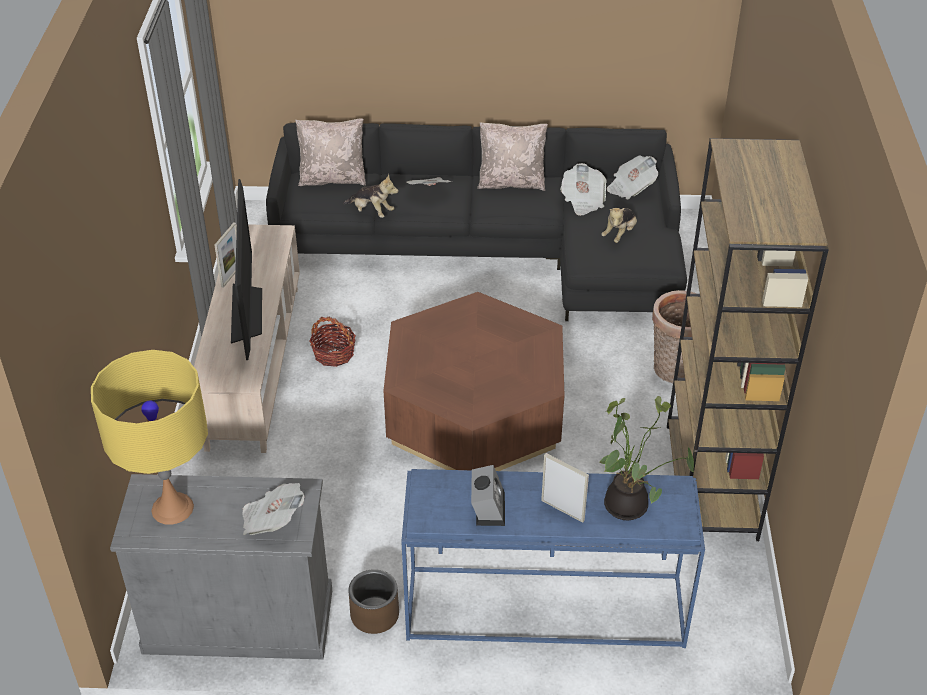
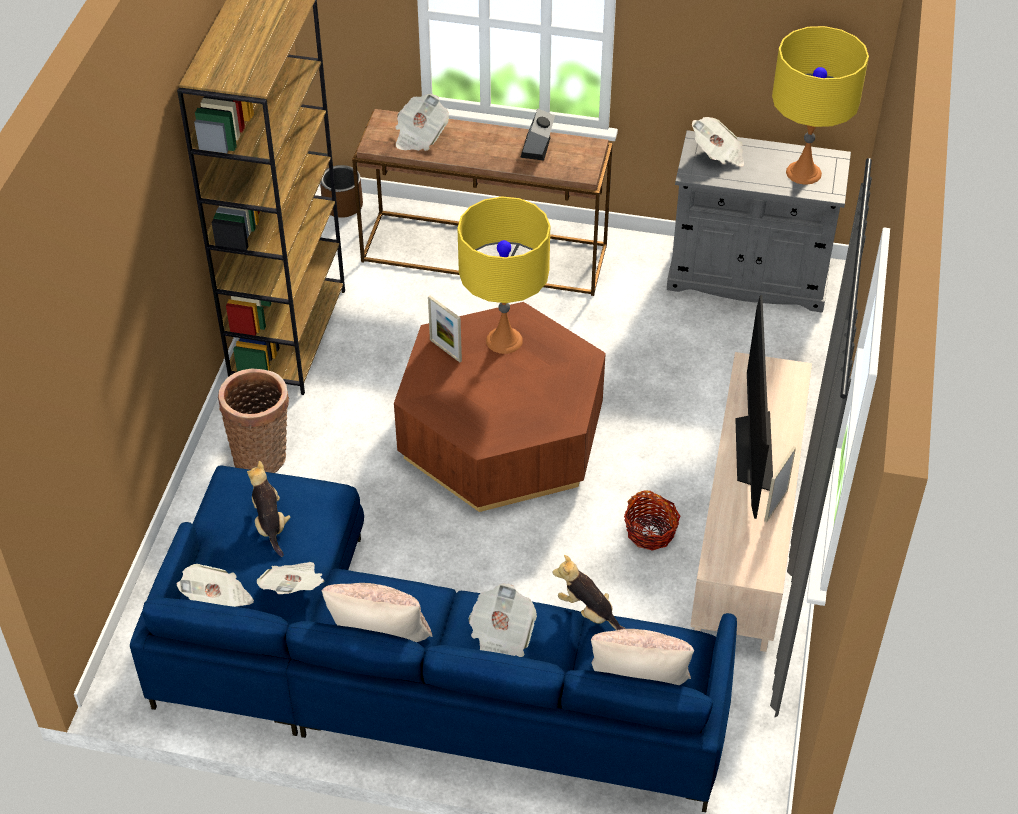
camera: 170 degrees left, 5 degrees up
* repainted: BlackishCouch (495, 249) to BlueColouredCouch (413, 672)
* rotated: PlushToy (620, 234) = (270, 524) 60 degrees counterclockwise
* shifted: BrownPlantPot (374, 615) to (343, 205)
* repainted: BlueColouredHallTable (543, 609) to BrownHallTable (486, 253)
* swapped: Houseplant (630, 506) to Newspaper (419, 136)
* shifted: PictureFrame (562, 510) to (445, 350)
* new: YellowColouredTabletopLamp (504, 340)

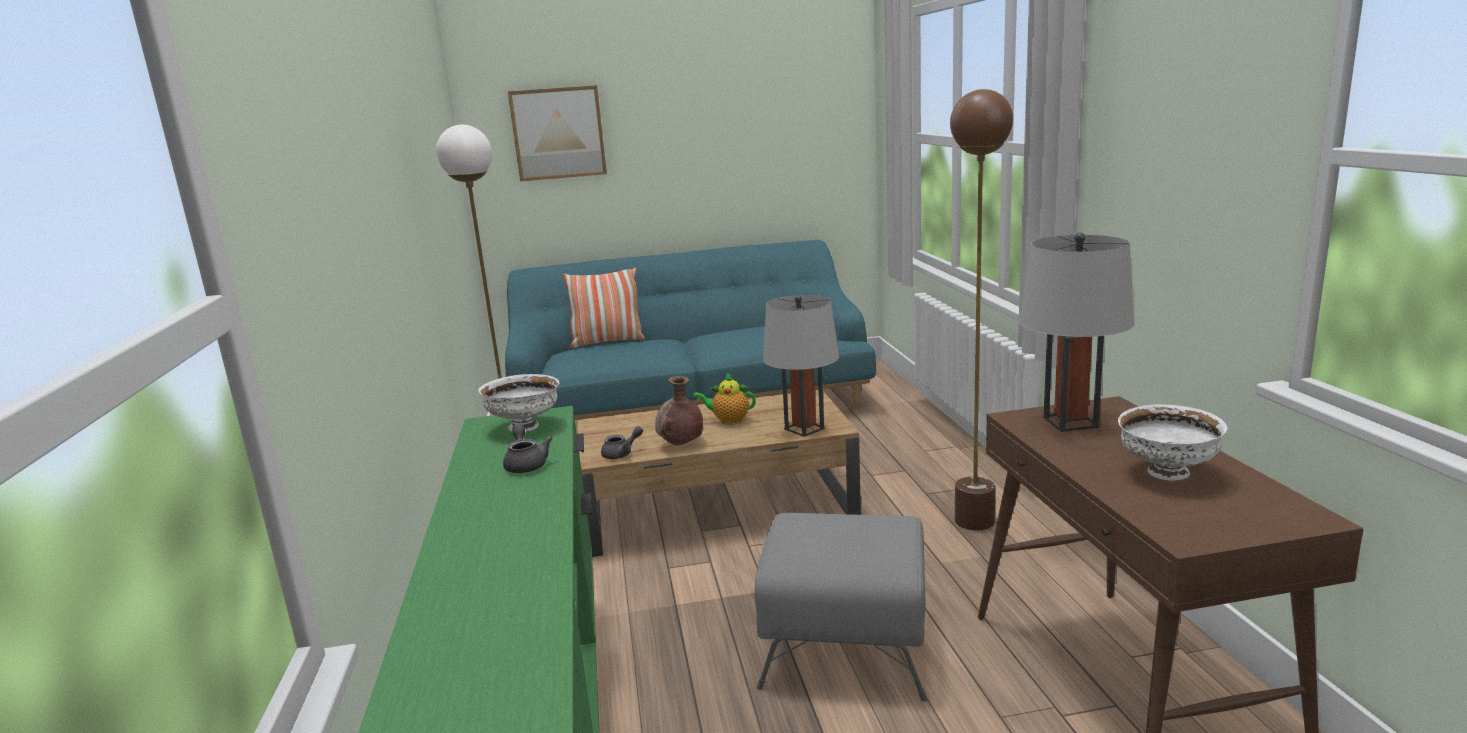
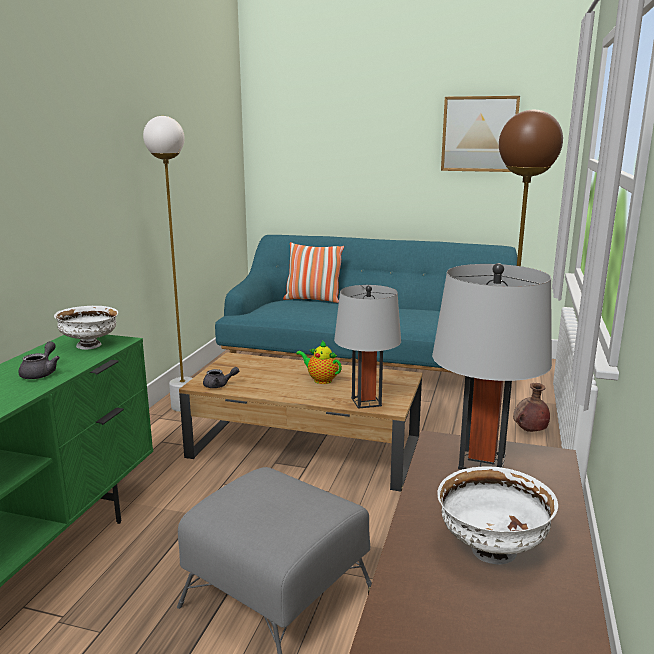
camera: 25 degrees right, 0 degrees up
* shifted: WallPicture (558, 133) to (479, 134)
* shifted: BrownVase (680, 445) to (529, 431)

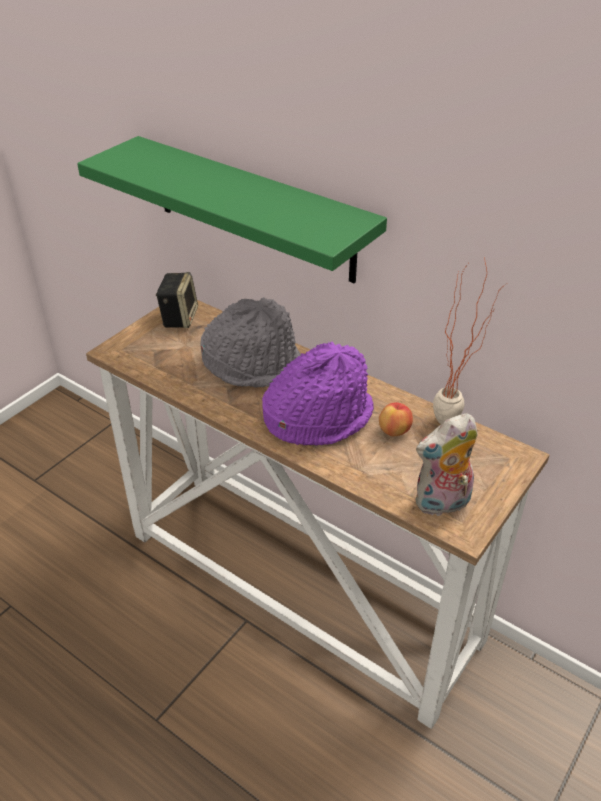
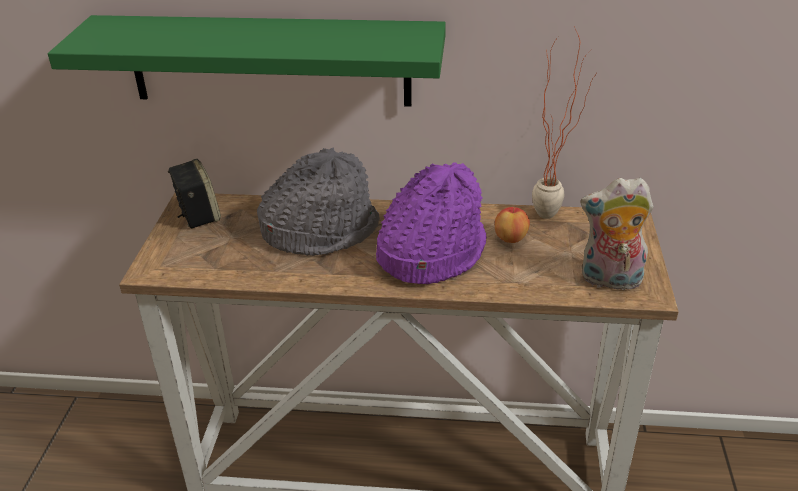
camera: 30 degrees left, 5 degrees down
* rotated: PlushToy (442, 504) = (609, 280) 60 degrees clockwise

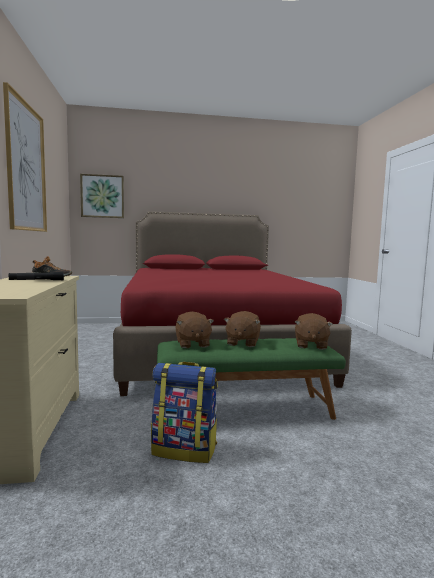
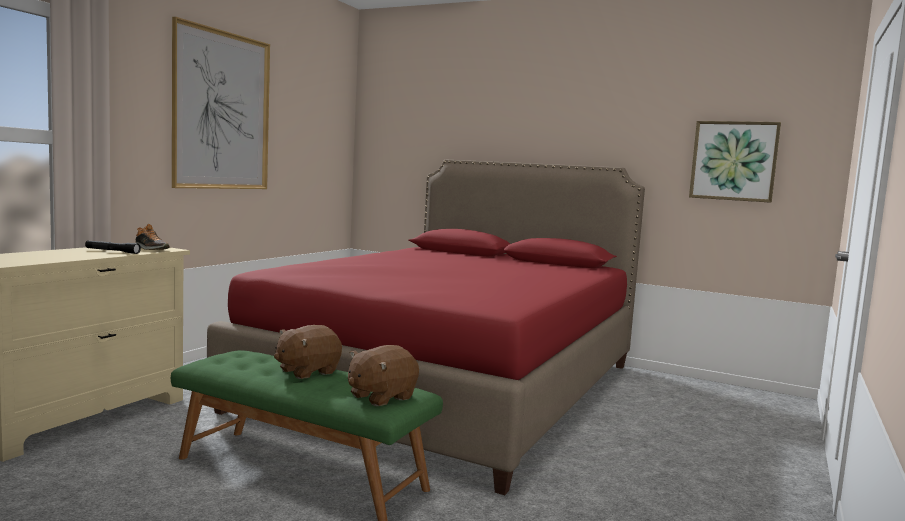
camera: 35 degrees right, 0 degrees up
* shifted: WallPicture (102, 196) to (733, 161)
* gone: Backpack (185, 449)
* gone: BrownPlushToy (192, 344)

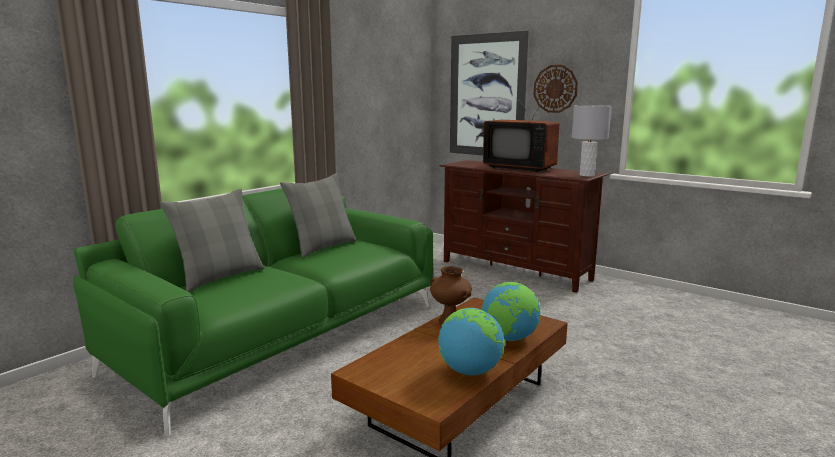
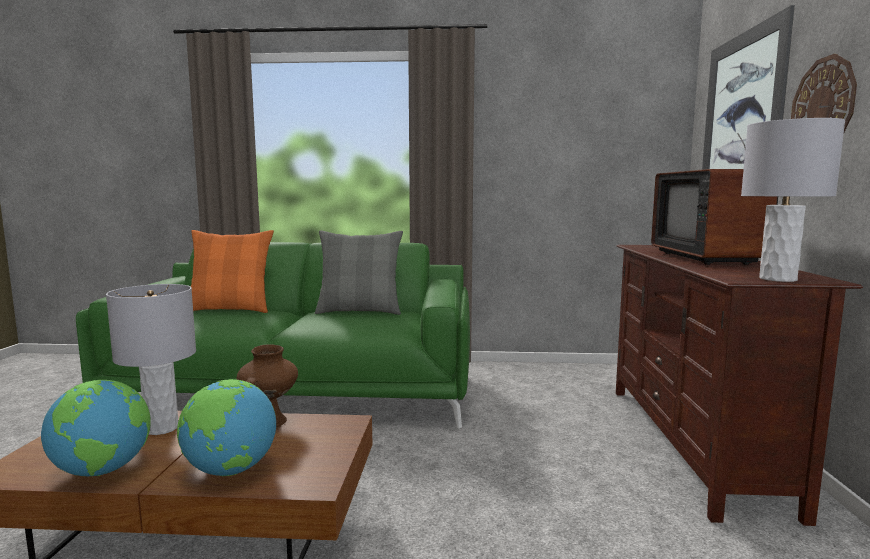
camera: 55 degrees right, 5 degrees down
* new: GreyTabletopLamp (161, 428)
* repainted: GreyPillow (220, 277) to OrangeColouredPillow (230, 309)

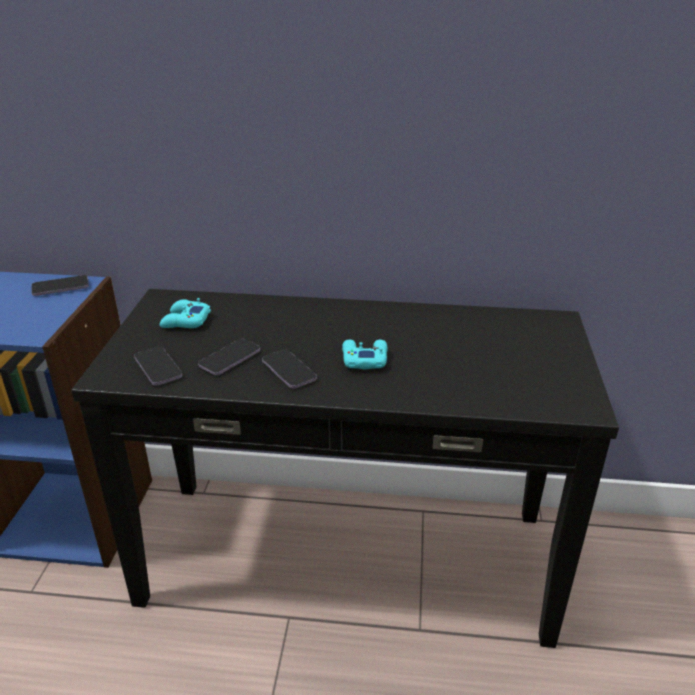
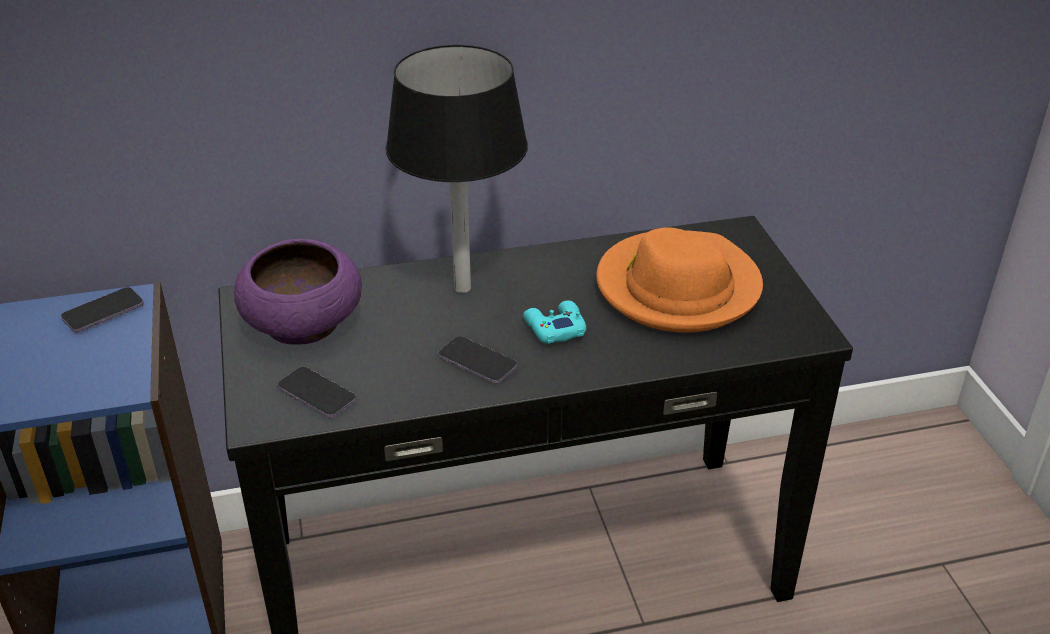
camera: 20 degrees left, 5 degrees up
* swapped: TurquoiseColouredGamepad (185, 321) to PurplishDeepDish (304, 324)
* new: BlackishTabletopLamp (463, 288)
* new: OrangeColouredClothingHat (677, 287)
* gone: Handset (230, 359)

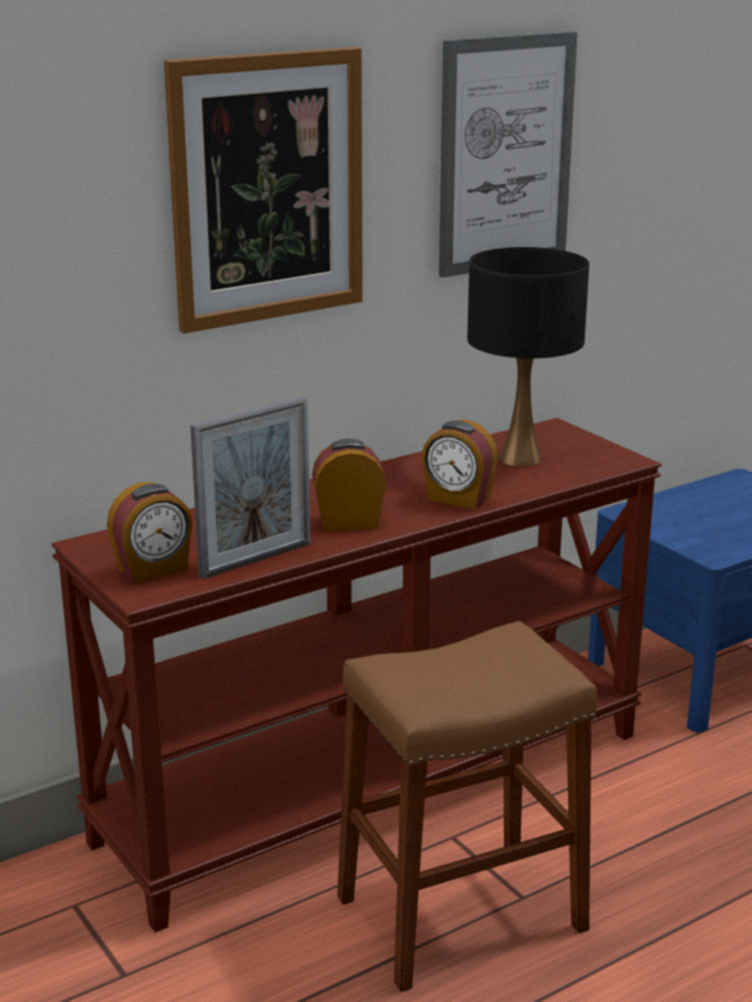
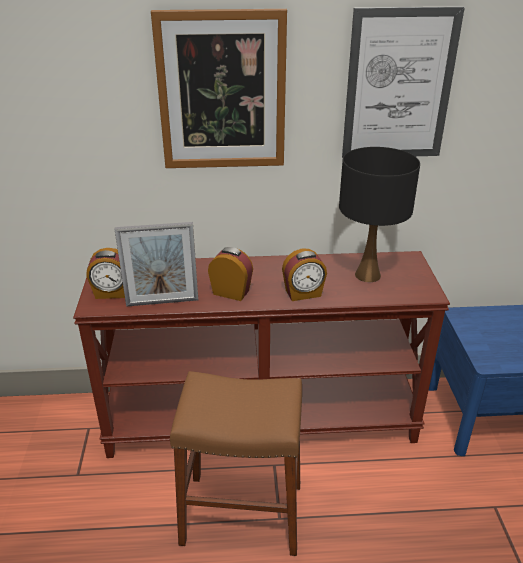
camera: 30 degrees right, 10 degrees up
* rotated: TableClock (458, 499) = (303, 294) 75 degrees counterclockwise

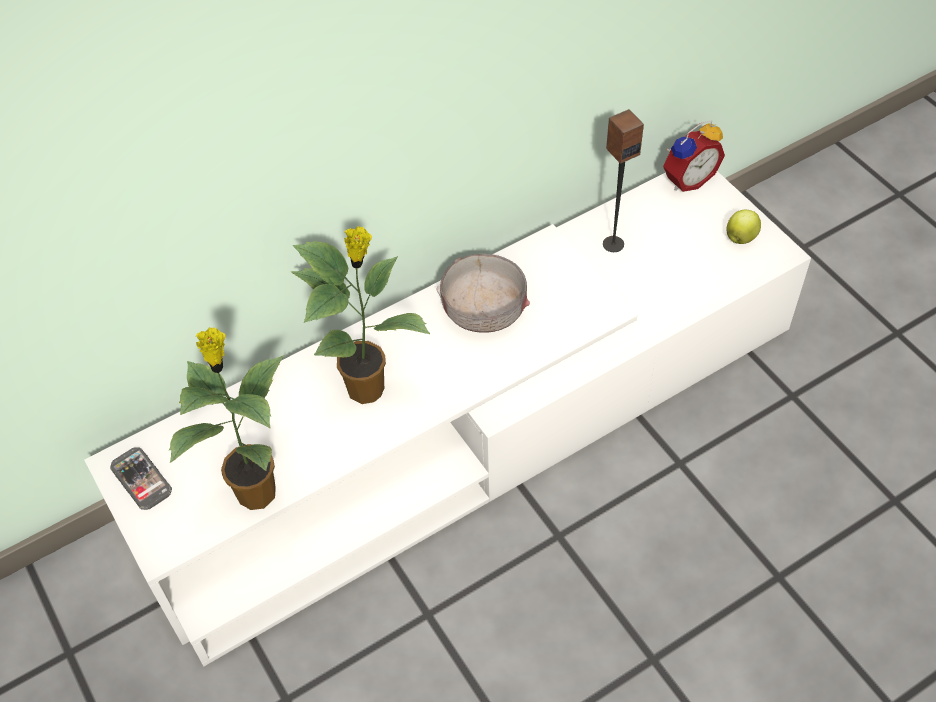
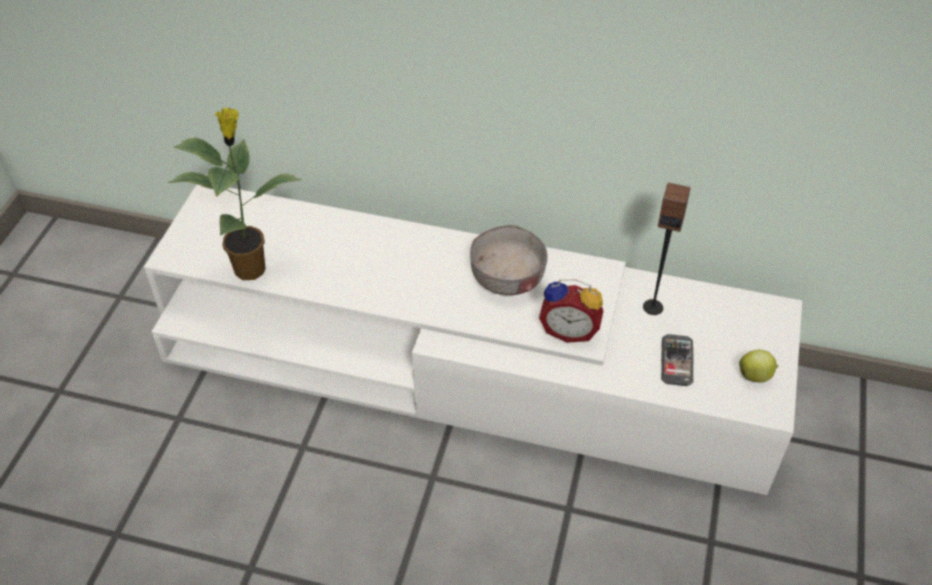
camera: 45 degrees right, 5 degrees down
* shifted: TableClock (687, 179) to (569, 330)
* shifted: Handset (141, 479) to (676, 361)
* gone: Houseplant (368, 388)

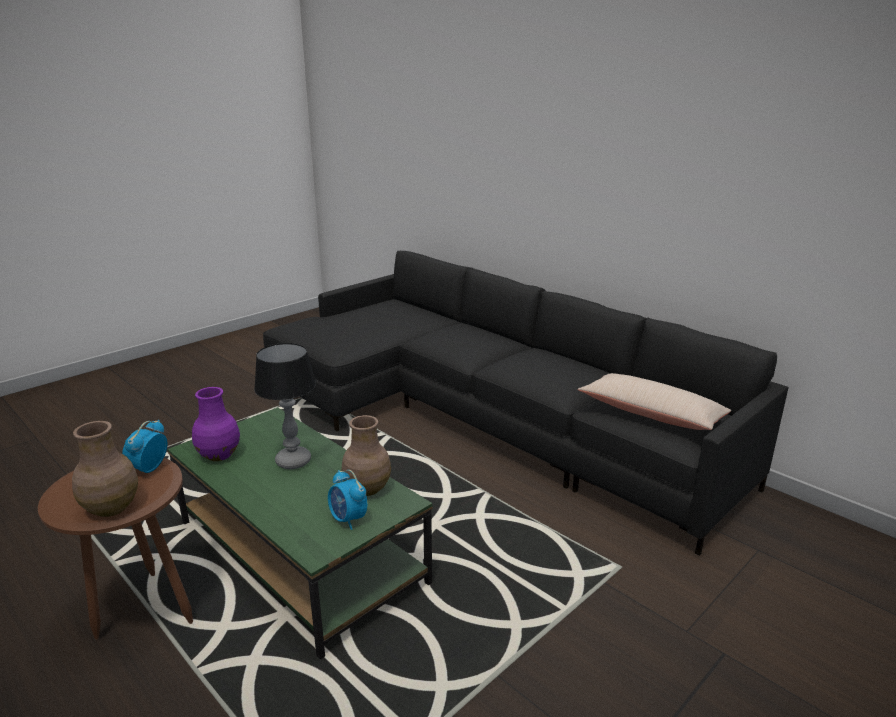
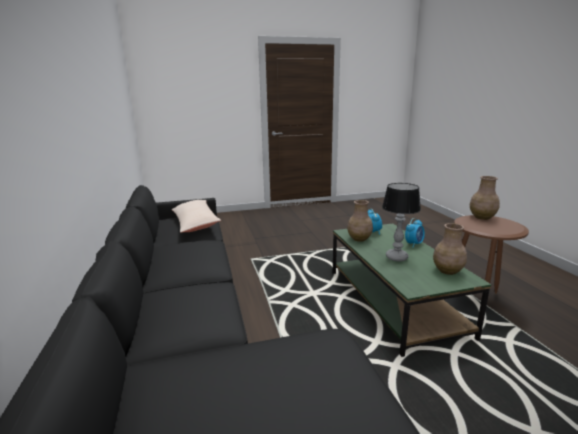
camera: 150 degrees left, 5 degrees down
* shifted: TableClock (148, 469) to (414, 244)
* repainted: PurplishVase (218, 455) to BrownVase (448, 271)

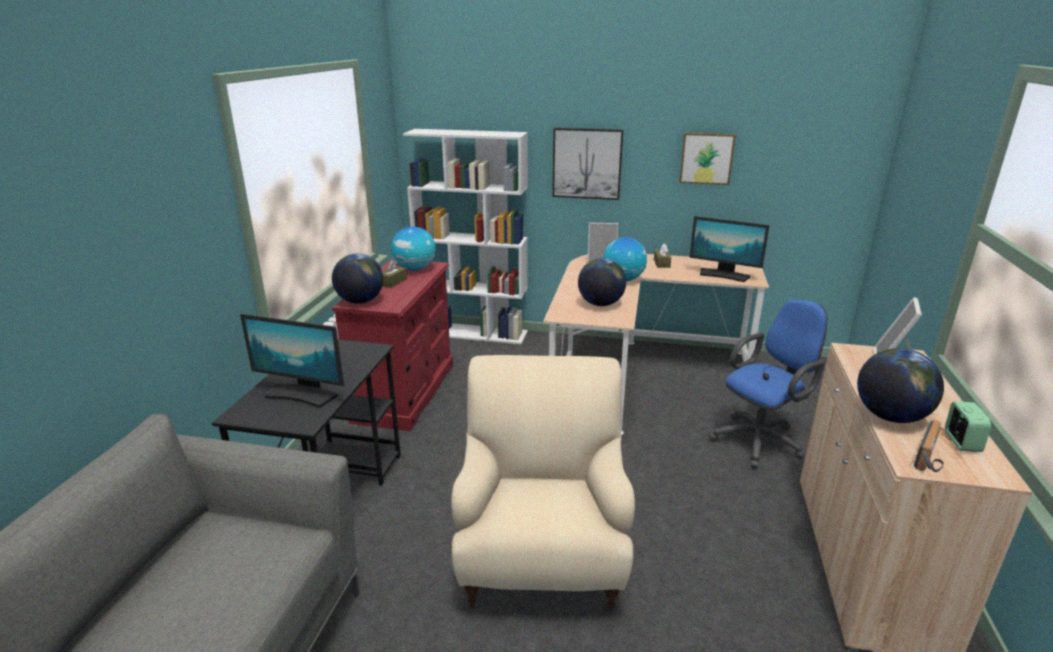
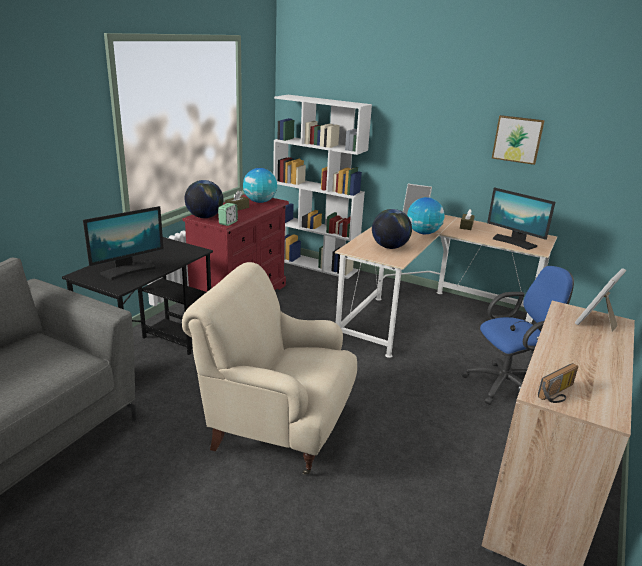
camera: 15 degrees right, 0 degrees up
* rotated: ComputerDisplay (301, 394) = (128, 270) 75 degrees counterclockwise
* rotated: BeigeColouredArmchair (542, 558) = (276, 427) 90 degrees counterclockwise
* shifted: TableClock (961, 442) to (228, 223)
* gone: WallPicture (587, 163)
* gone: Globe (890, 416)

